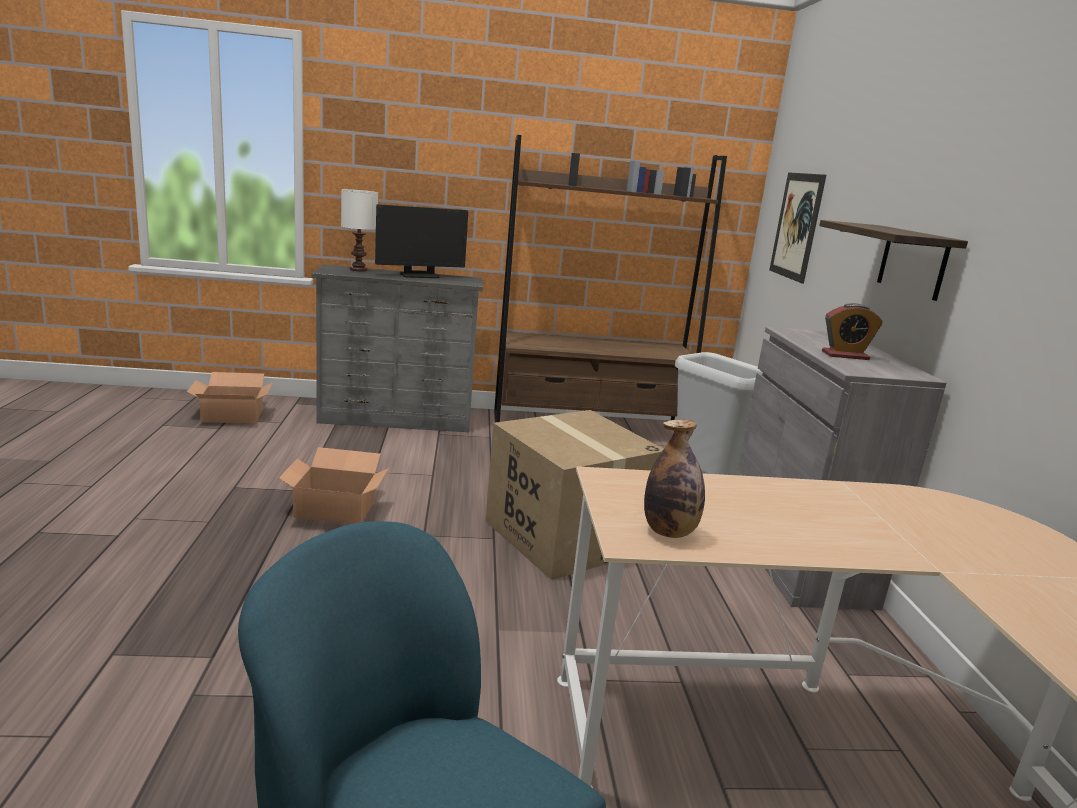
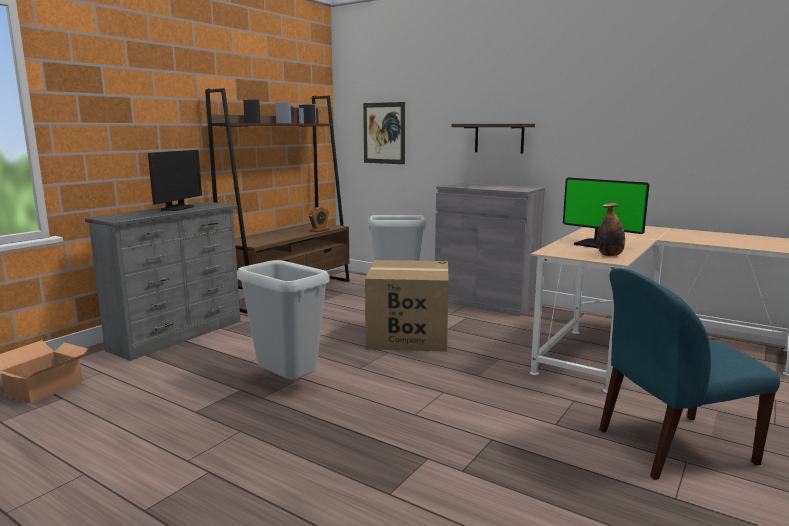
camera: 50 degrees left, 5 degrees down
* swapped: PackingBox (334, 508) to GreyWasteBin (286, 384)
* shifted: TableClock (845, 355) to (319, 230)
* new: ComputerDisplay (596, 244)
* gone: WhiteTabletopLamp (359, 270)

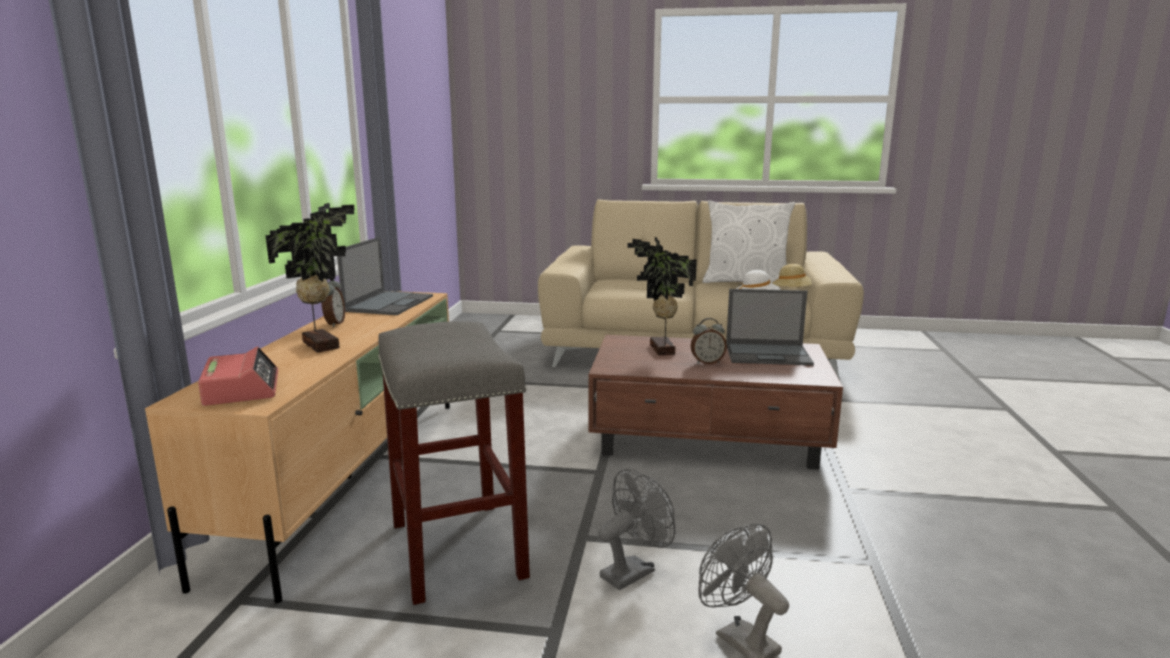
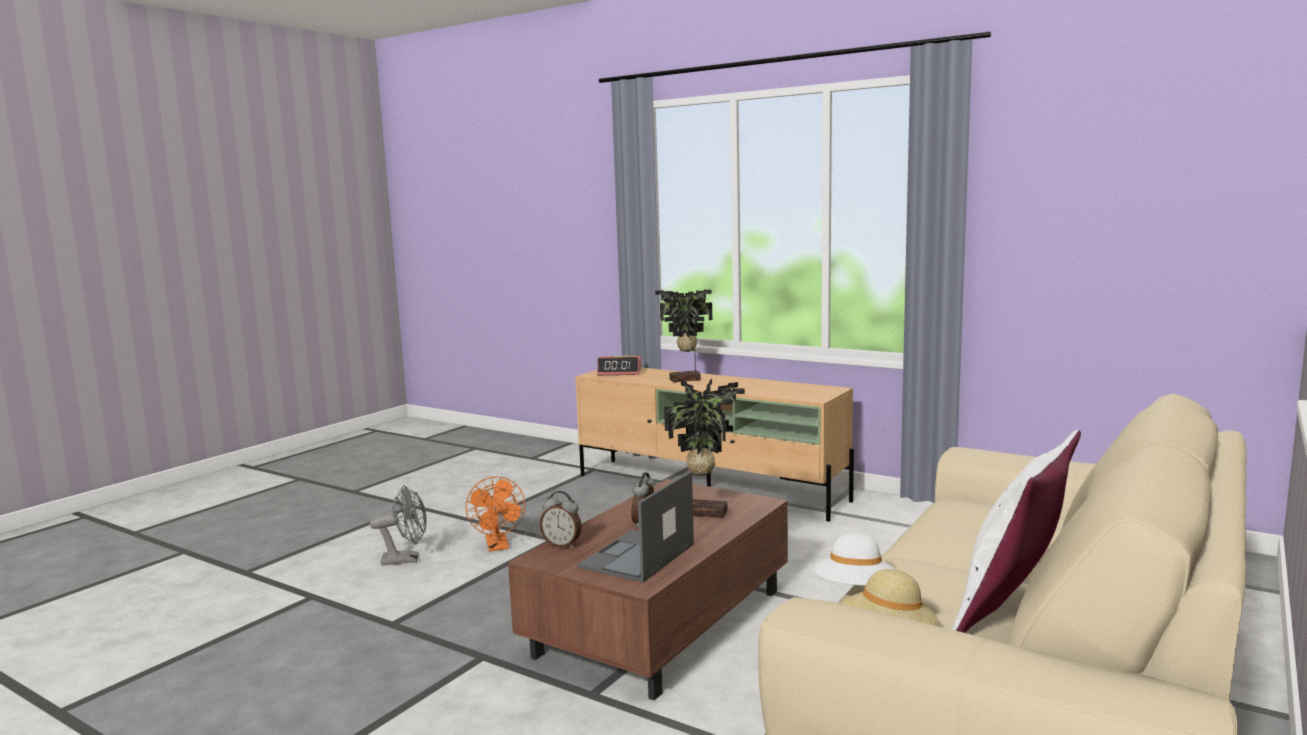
camera: 115 degrees right, 5 degrees down
* repainted: GreyCoolingFan (633, 571) to OrangeColouredCoolingFan (498, 546)
* shifted: TableClock (334, 324) to (562, 544)
* gone: PortableComputer (389, 303)
* gone: GreySittingStool (455, 548)

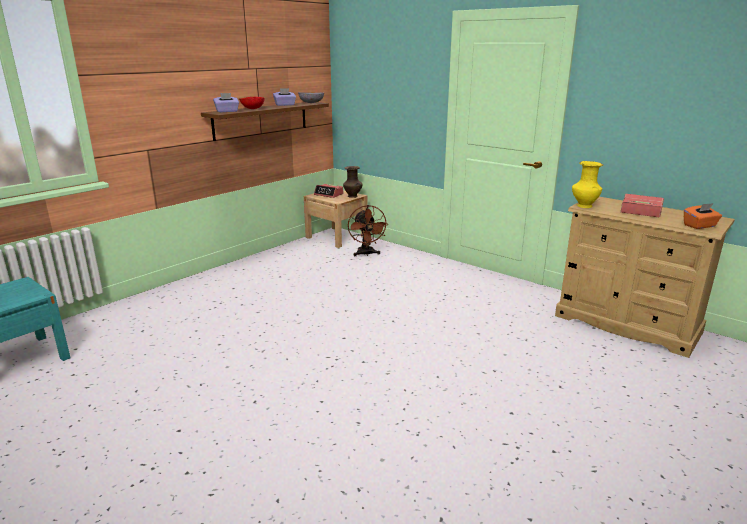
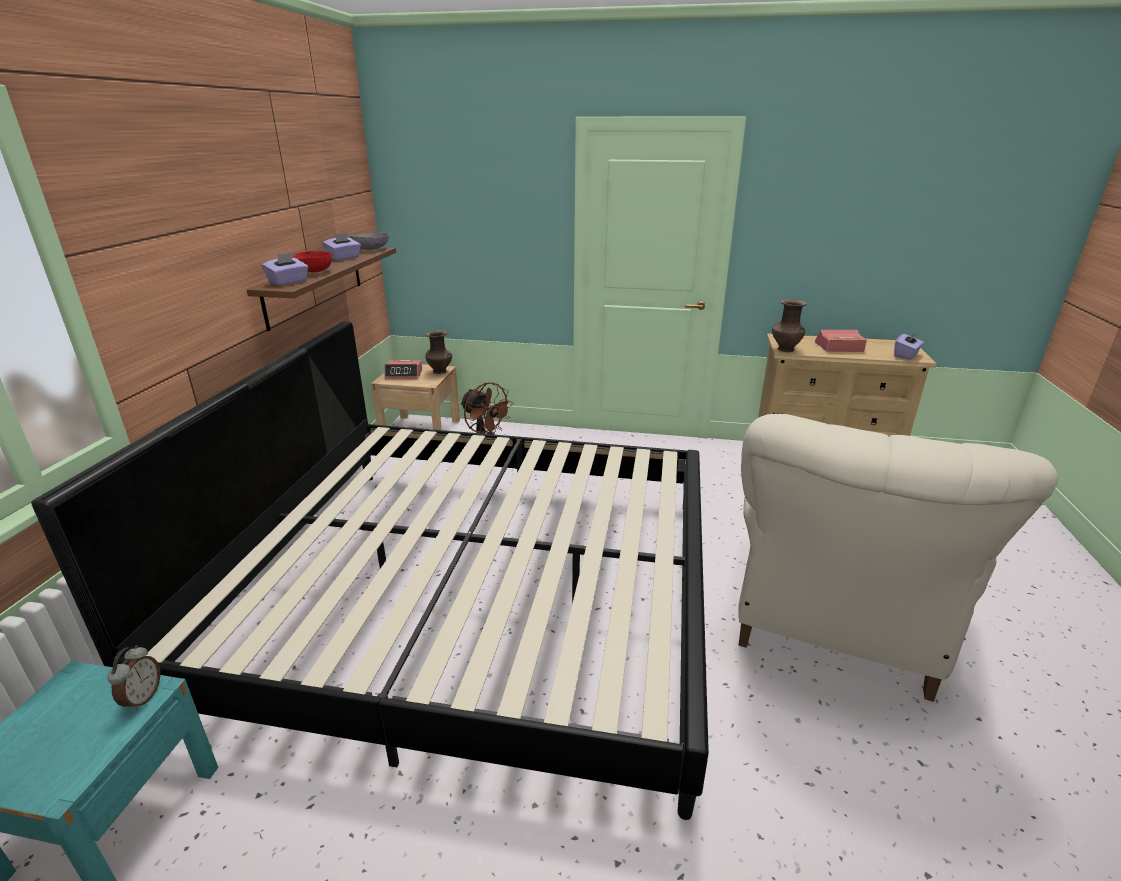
camera: 30 degrees left, 5 degrees up
* new: Bed (475, 591)
* new: TableClock (142, 697)
* new: BeigeColouredArmchair (834, 618)
* repainted: YellowColouredVase (583, 206) to BrownVase (784, 349)
* repainted: OrangeColouredBoxOfTissues (700, 226) to PurplishBoxOfTissues (906, 355)

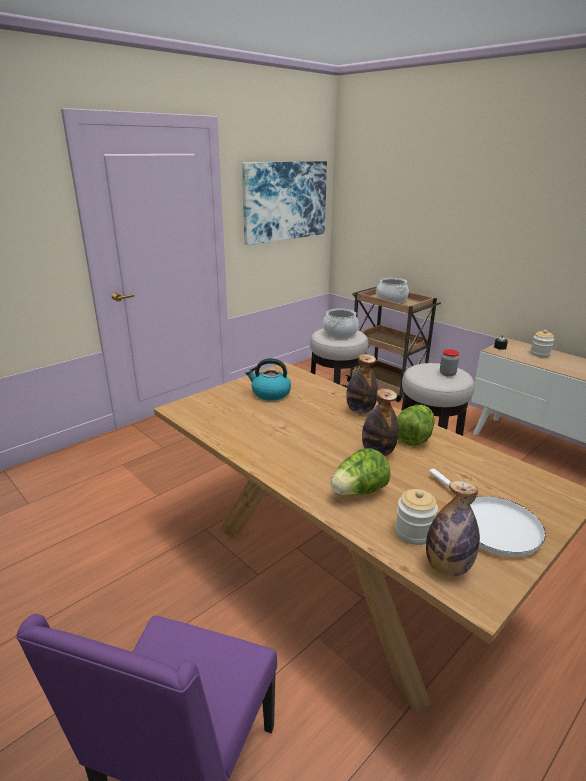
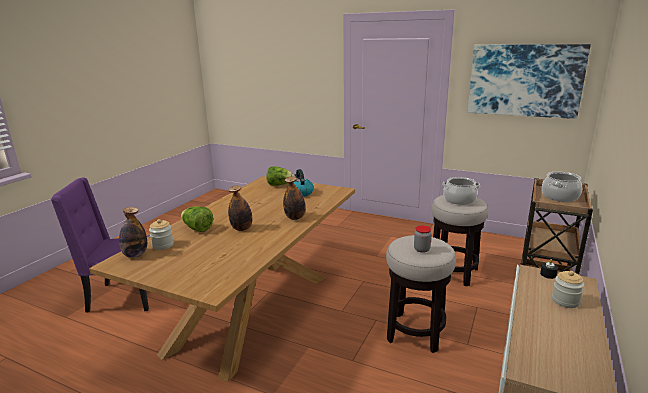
camera: 70 degrees right, 5 degrees down
* shifted: HeadOfLettuce (413, 438) to (279, 185)
* gone: WhiteSkillet (492, 526)

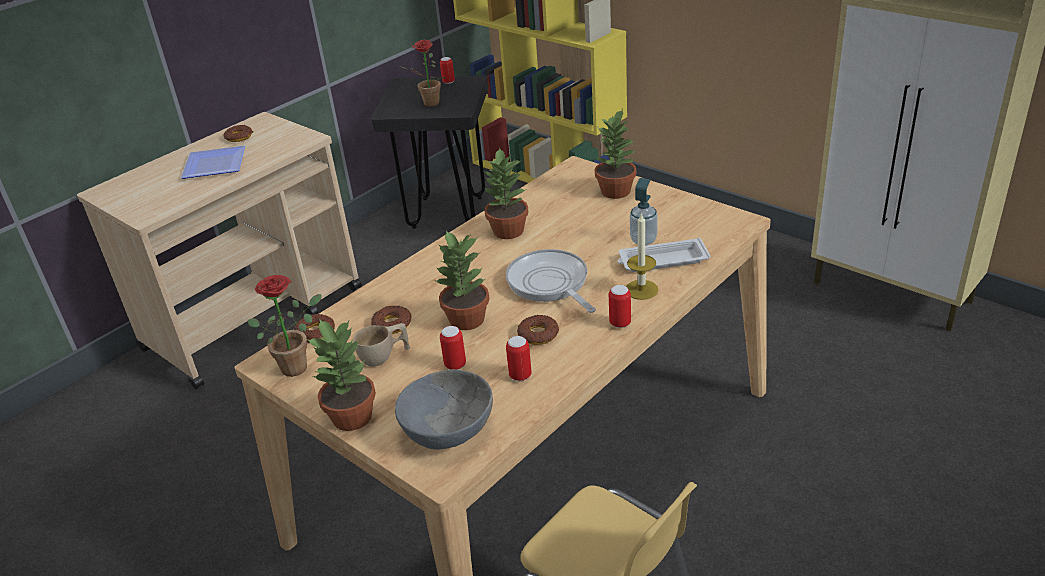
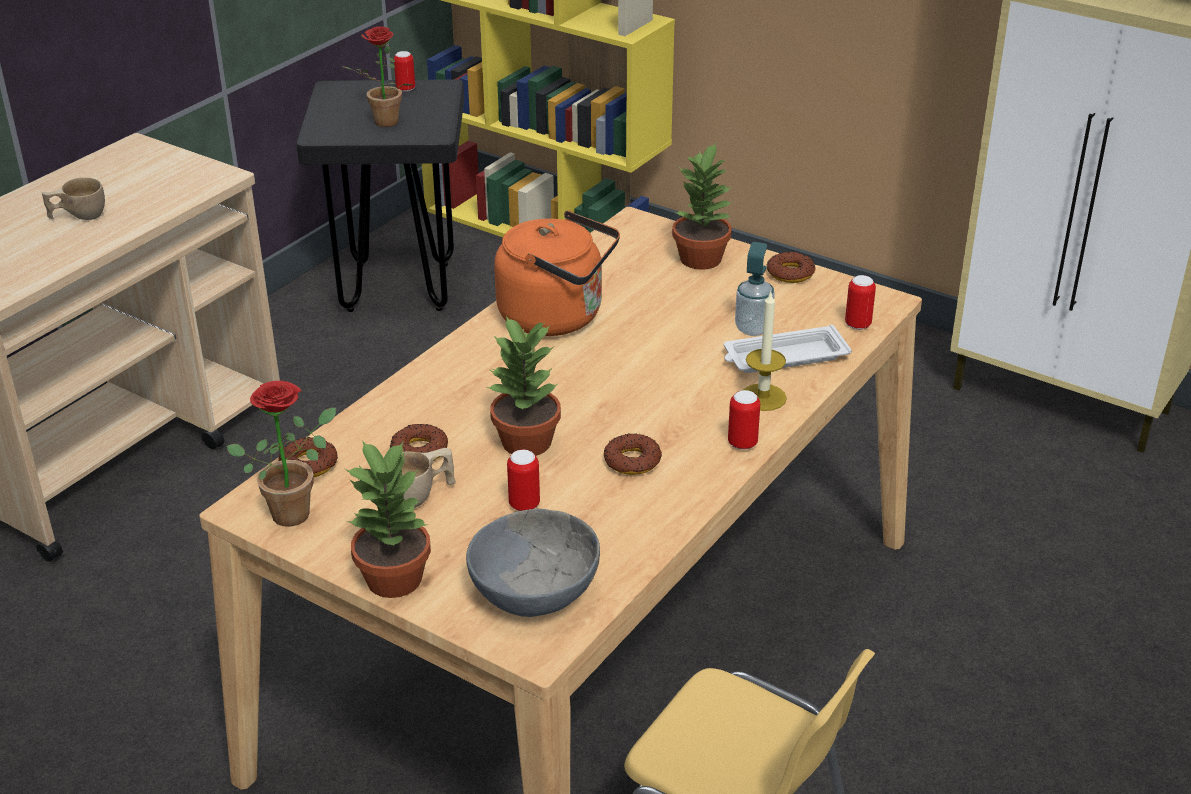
camera: 10 degrees left, 0 degrees up
* swapped: FlatDish (213, 165) to BeigeColouredDrinkingCup (78, 216)
* swapped: Houseplant (508, 231) to OrangeColouredKettle (557, 317)
* shifted: RingDoughnut (239, 137) to (790, 273)
* shifted: SealedCan (520, 375) to (858, 324)
* gone: Skillet (550, 284)

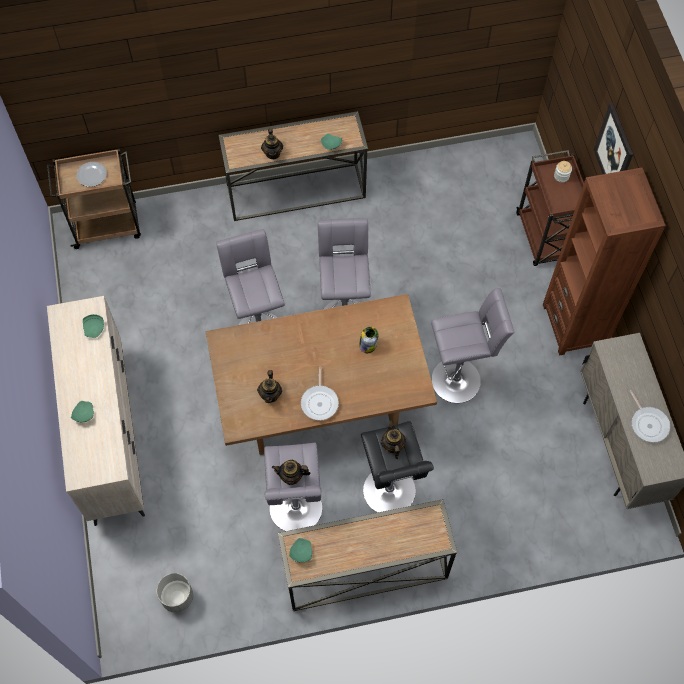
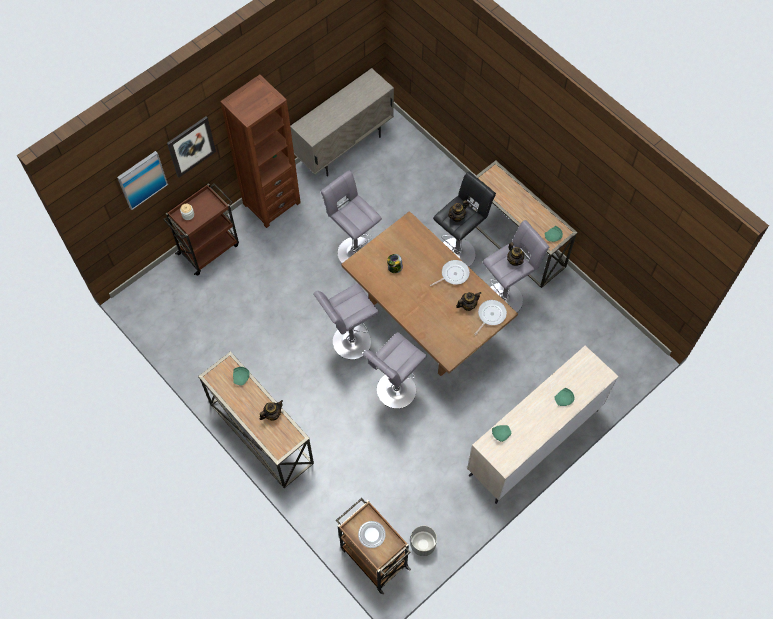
camera: 120 degrees left, 0 degrees up
* new: WallPicture (142, 179)
* shifted: GreyPlantPot (177, 597) to (423, 544)
* shifted: Skillet (648, 423) to (490, 315)

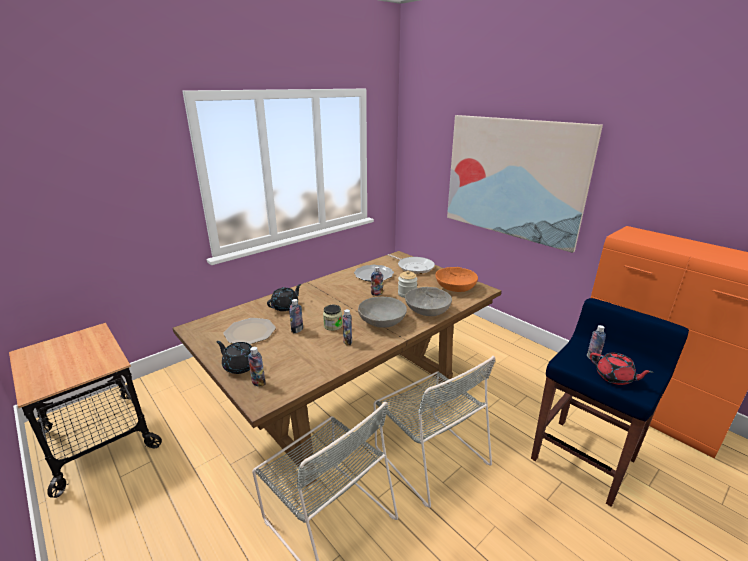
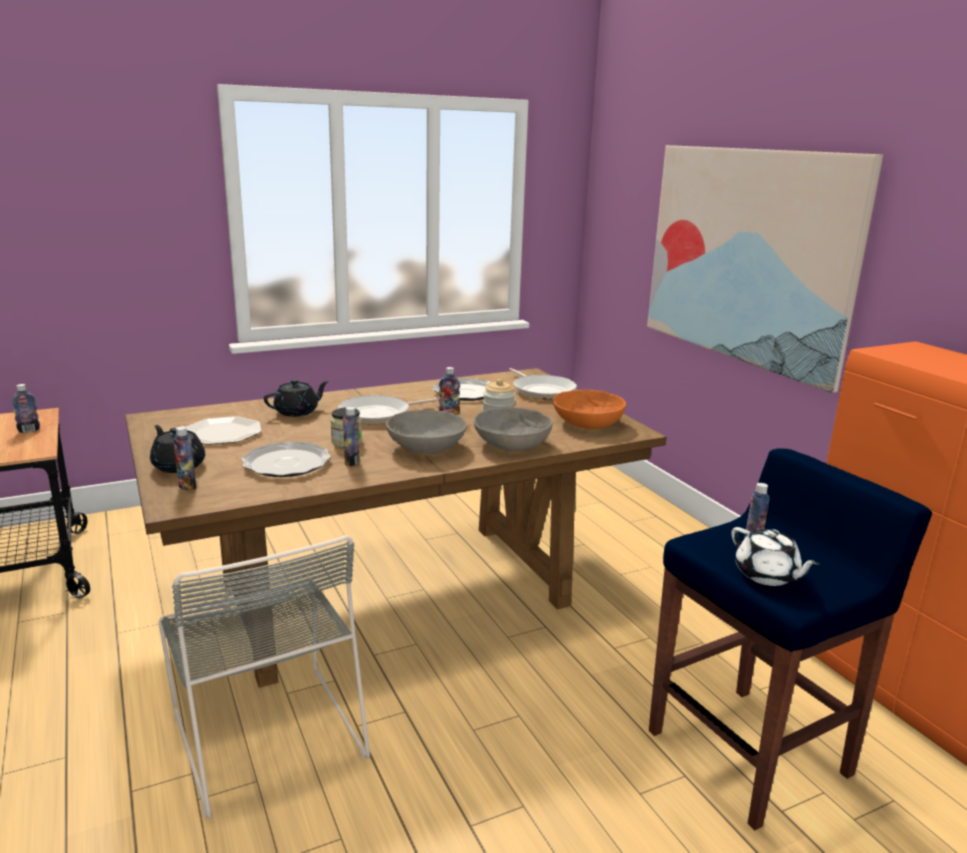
camera: 15 degrees right, 5 degrees down
* shifted: Bottle (297, 330) to (29, 430)
* new: FlatDish (286, 463)
* new: Skillet (379, 414)
* repainted: RedColouredPotForTea (614, 377) to WhitePotForTea (767, 575)
* gone: GreyPlainChair (429, 454)

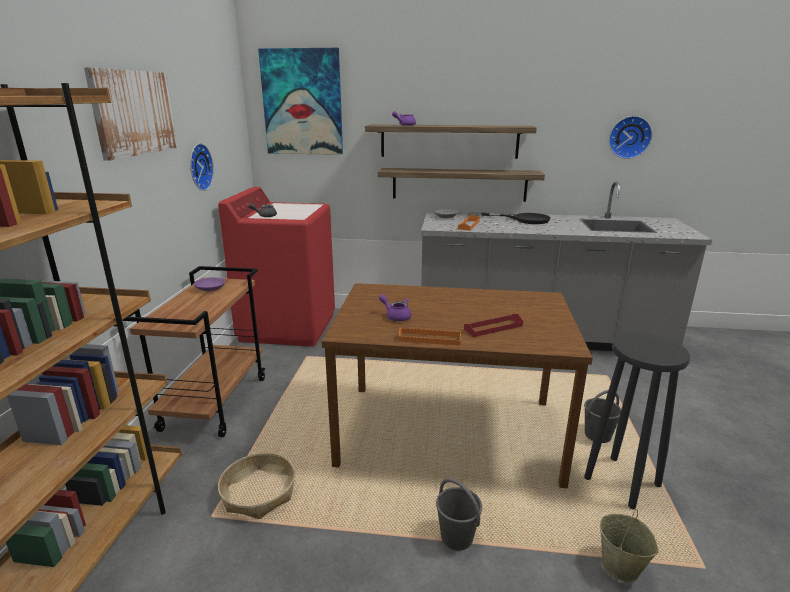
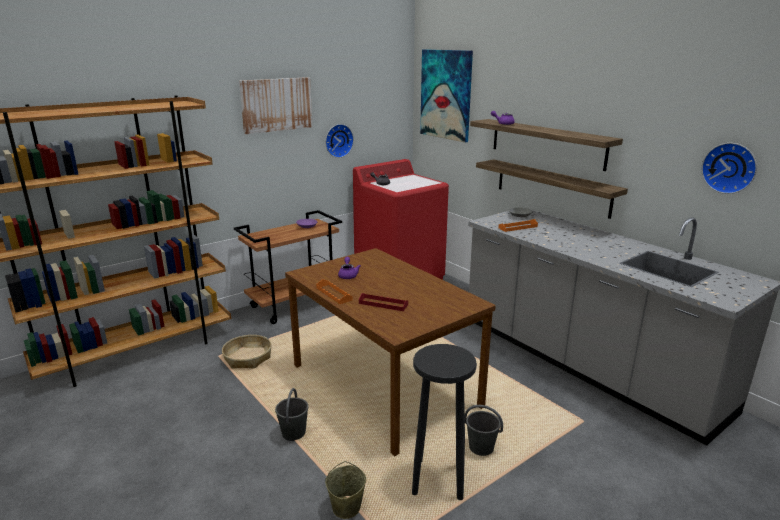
camera: 45 degrees right, 0 degrees up
* gone: BlackishSkillet (524, 219)

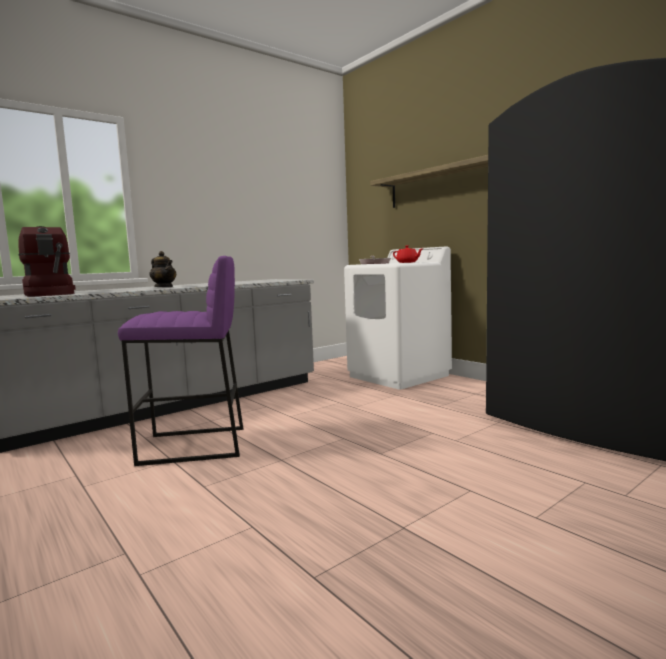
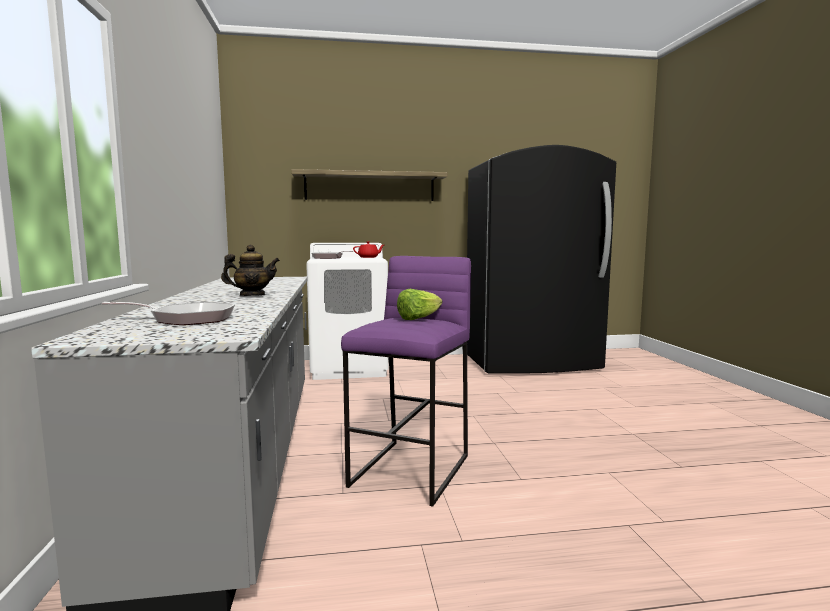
camera: 60 degrees left, 0 degrees up
* swapped: CoffeeMachine (50, 294) to Skillet (187, 319)
* new: HeadOfLettuce (418, 319)

